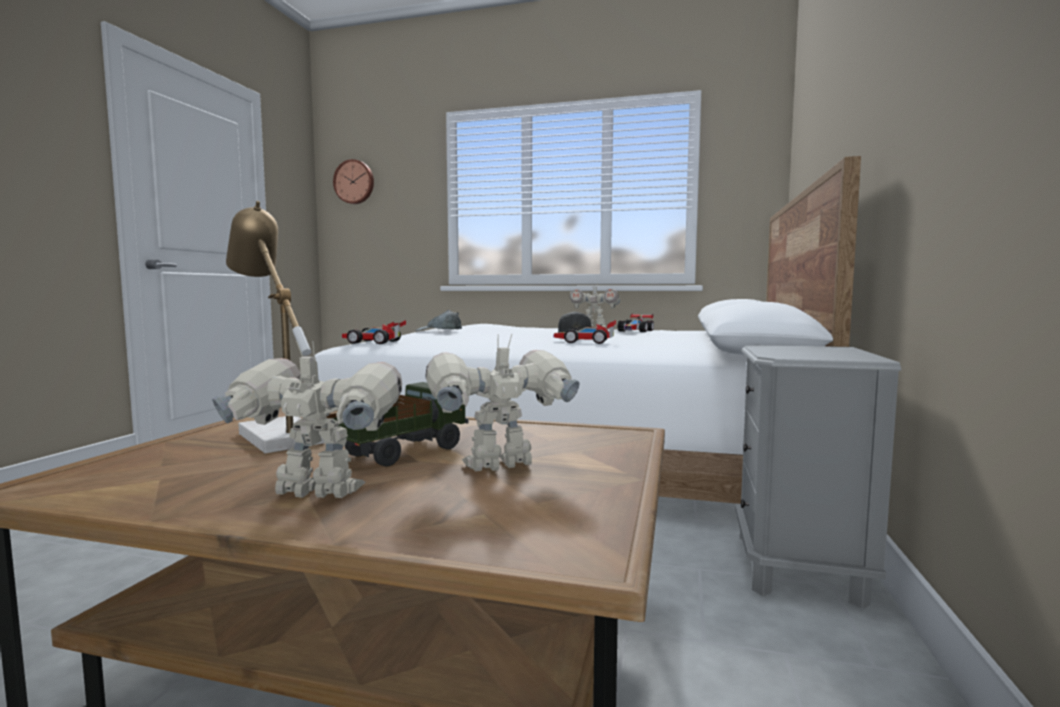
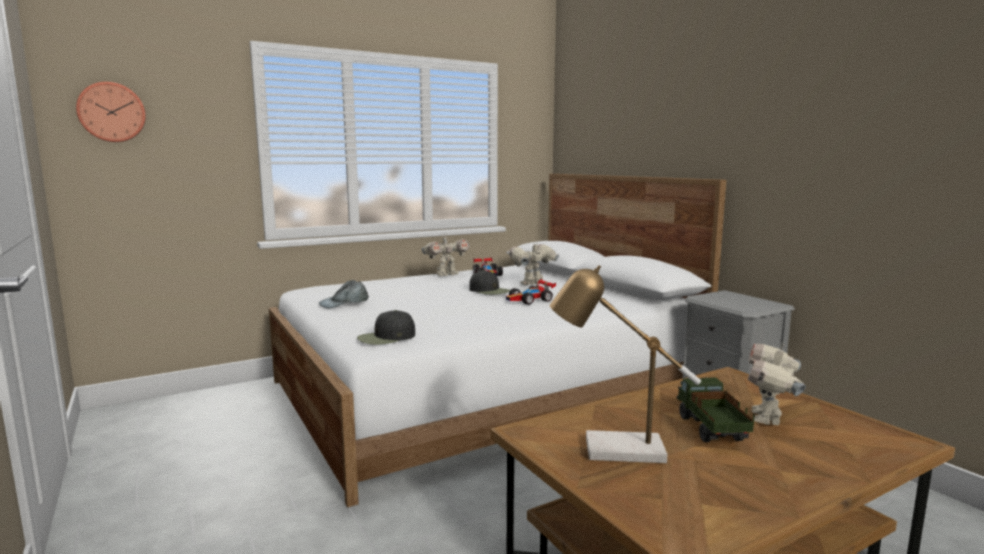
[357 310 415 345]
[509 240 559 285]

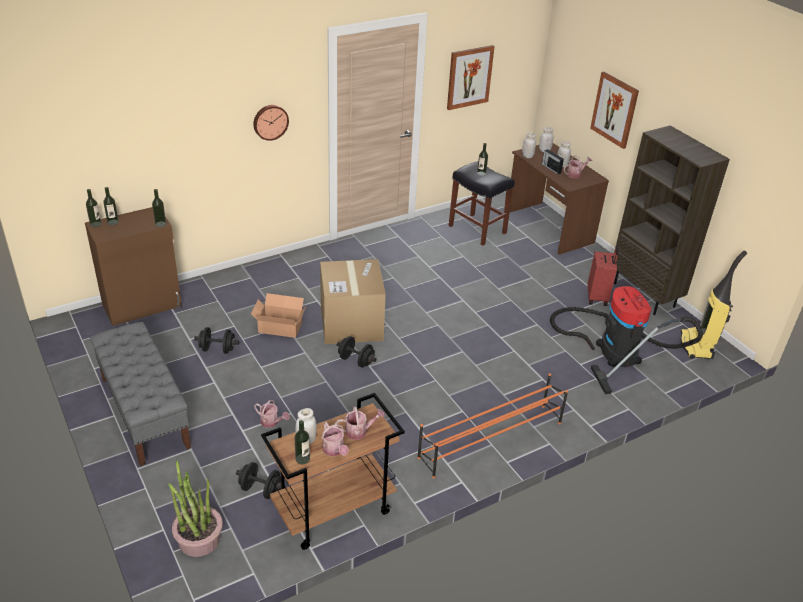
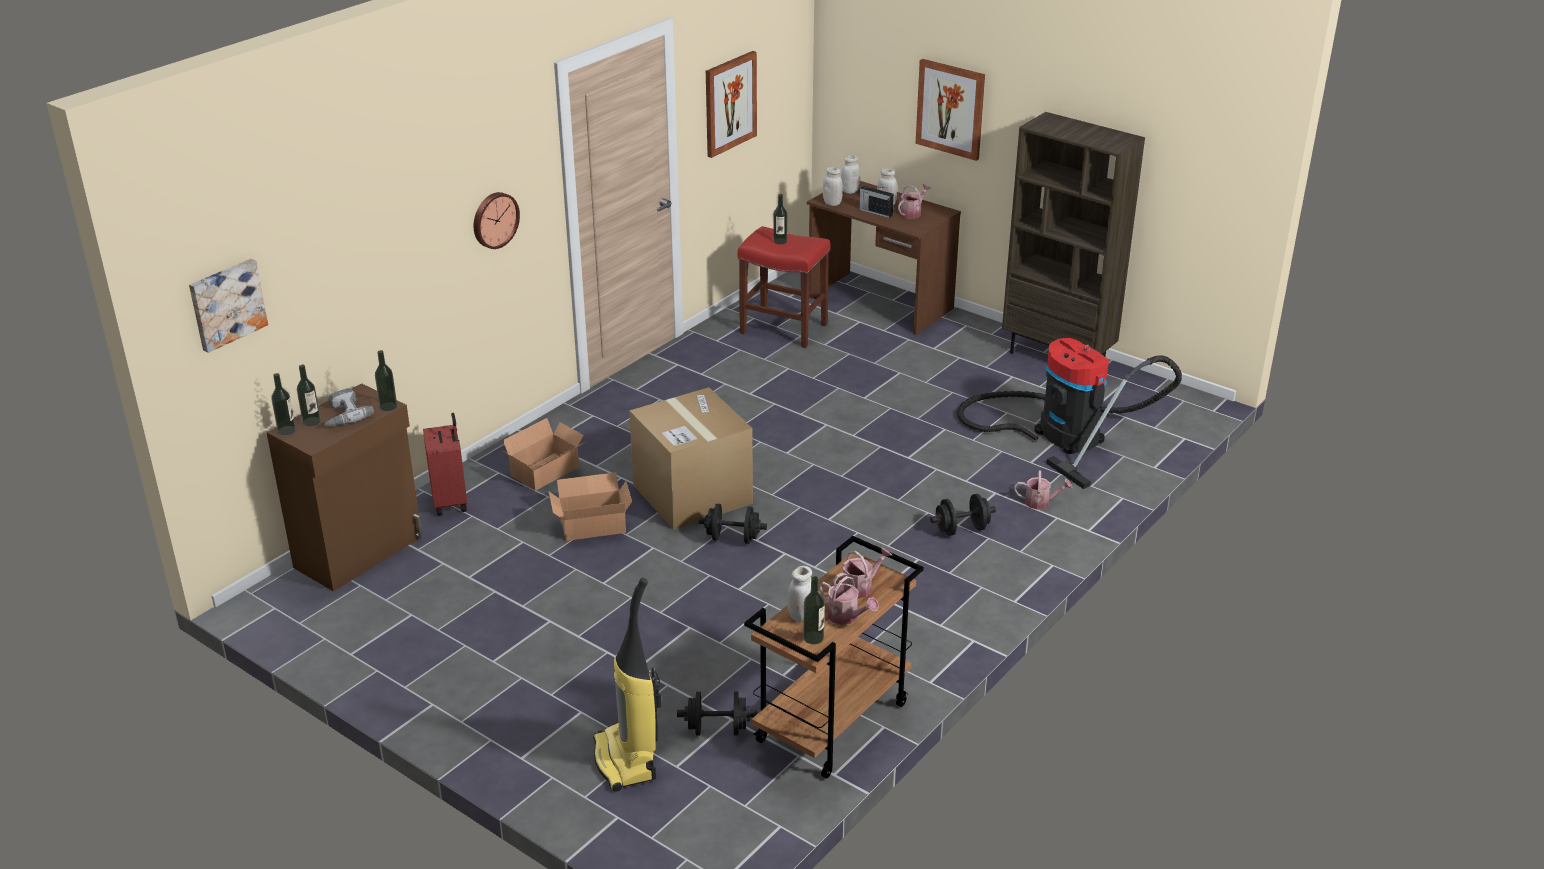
[189 259 268 353]
[325 388 374 426]
[423 413 467 516]
[503 418 585 490]
[593 578 662 791]
[738 226 830 348]
[930 494 996 536]
[1014 471 1072 509]
[90 322 191 466] (first image)
[168 461 223 557] (first image)
[417 373 568 479] (first image)

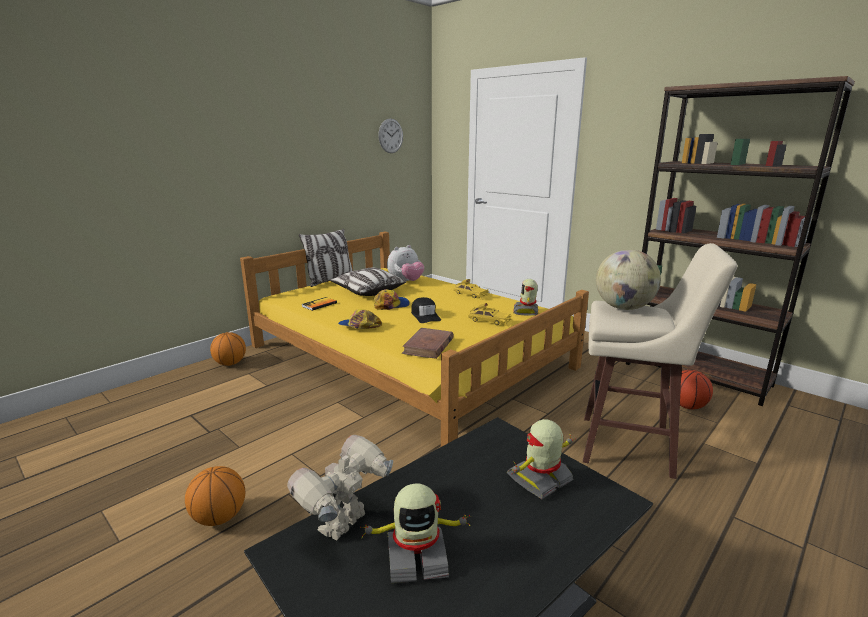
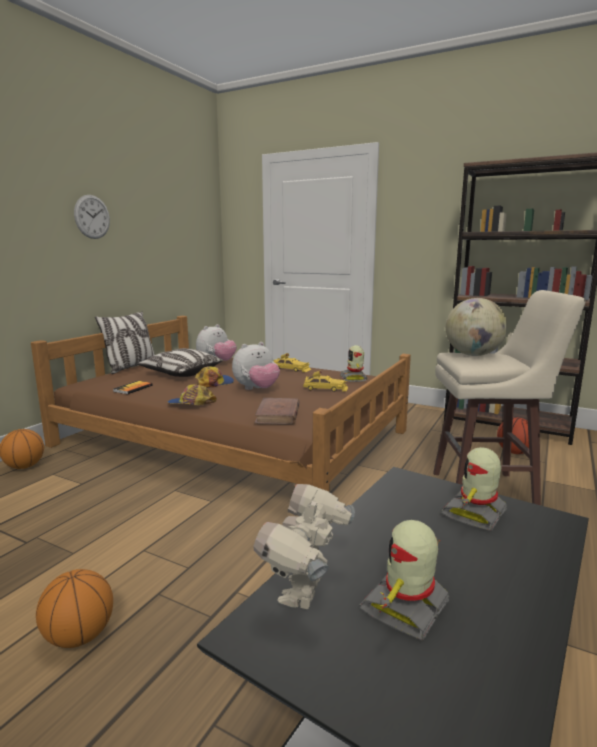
[31 316 411 492]
[74 195 110 239]
[232 342 280 390]
[359 520 449 641]

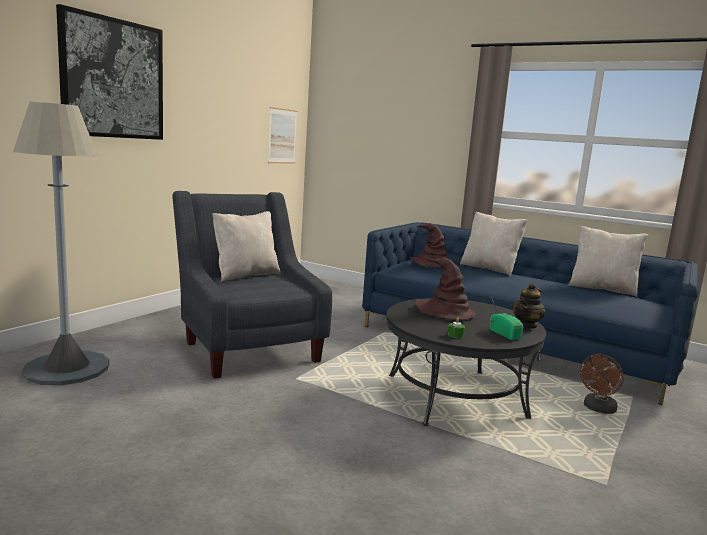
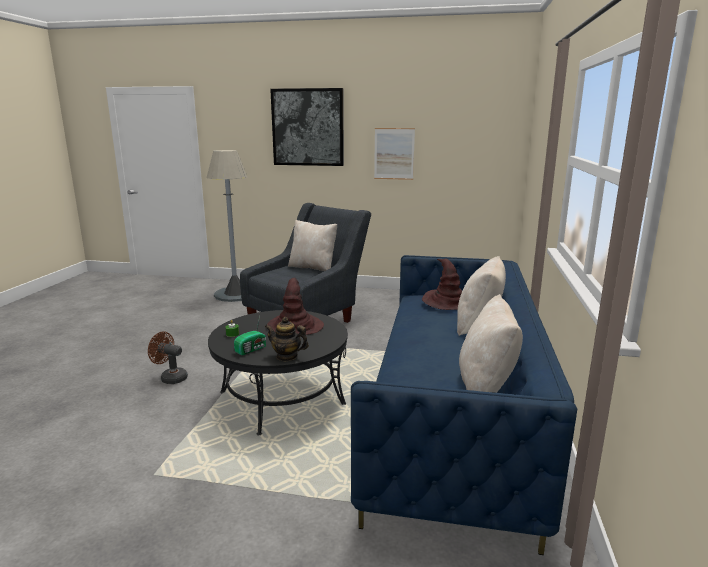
[148 331 188 384]
[374 128 415 180]

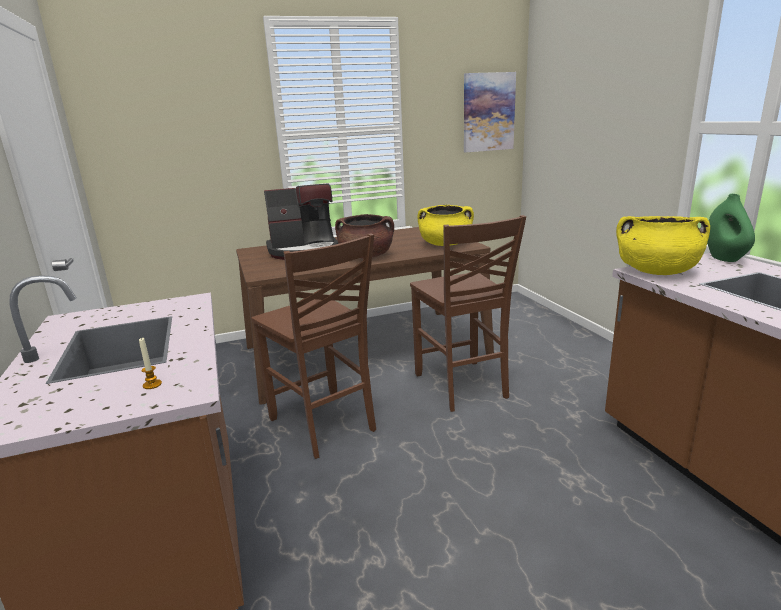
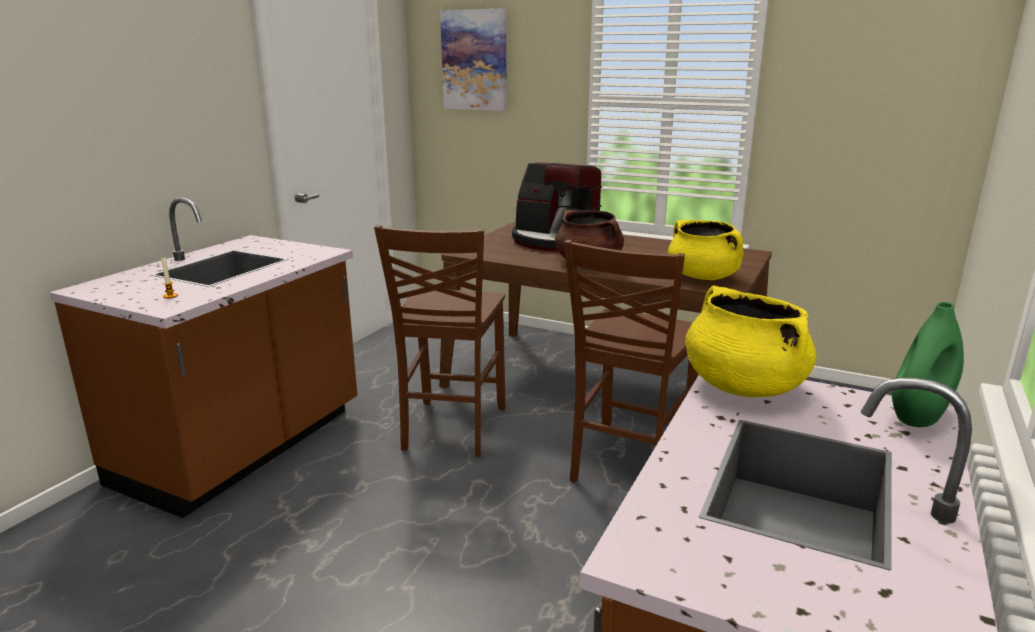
[440 9 507 111]

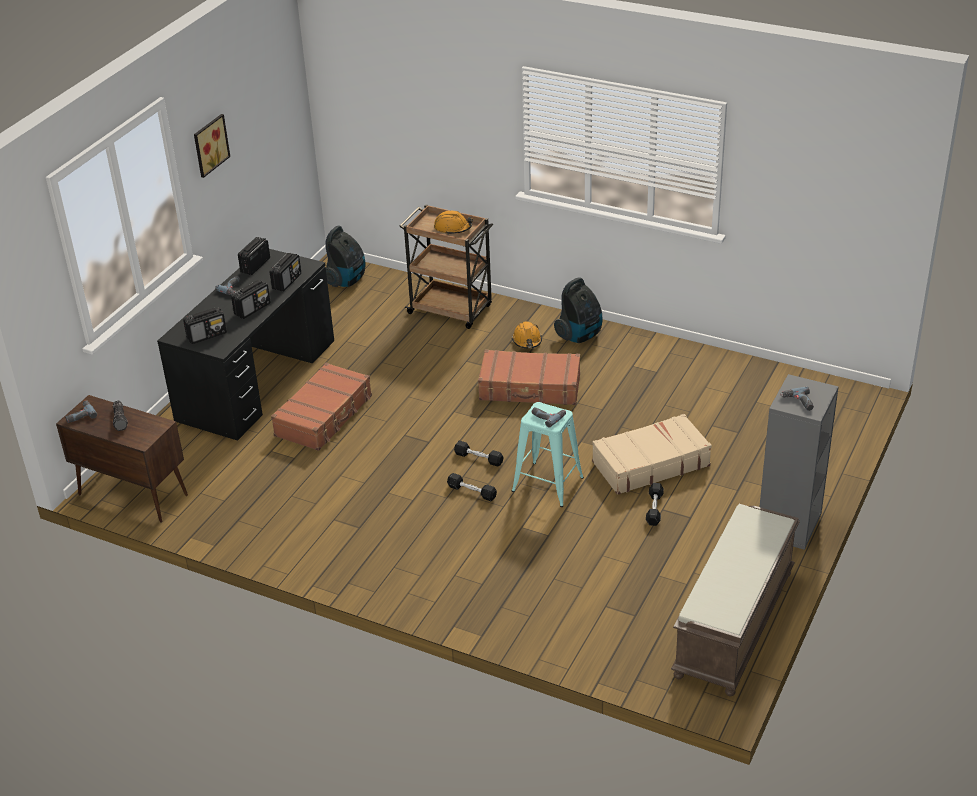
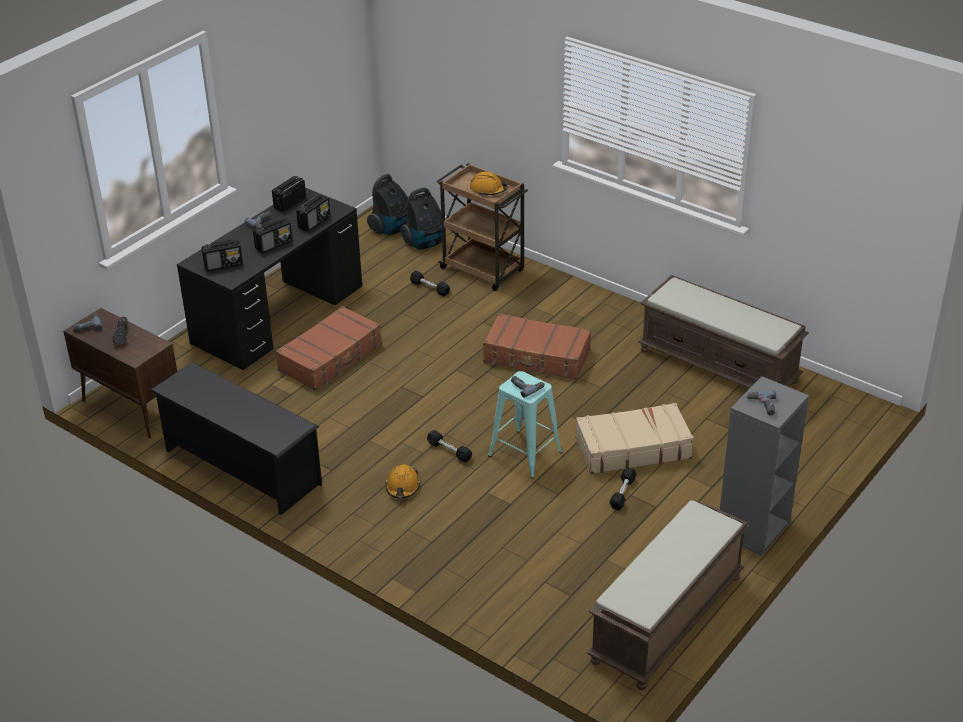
[150 362 322 515]
[385 464 420 498]
[401 188 442 249]
[410 270 450 296]
[638 275 809 389]
[194 114 230 178] (first image)

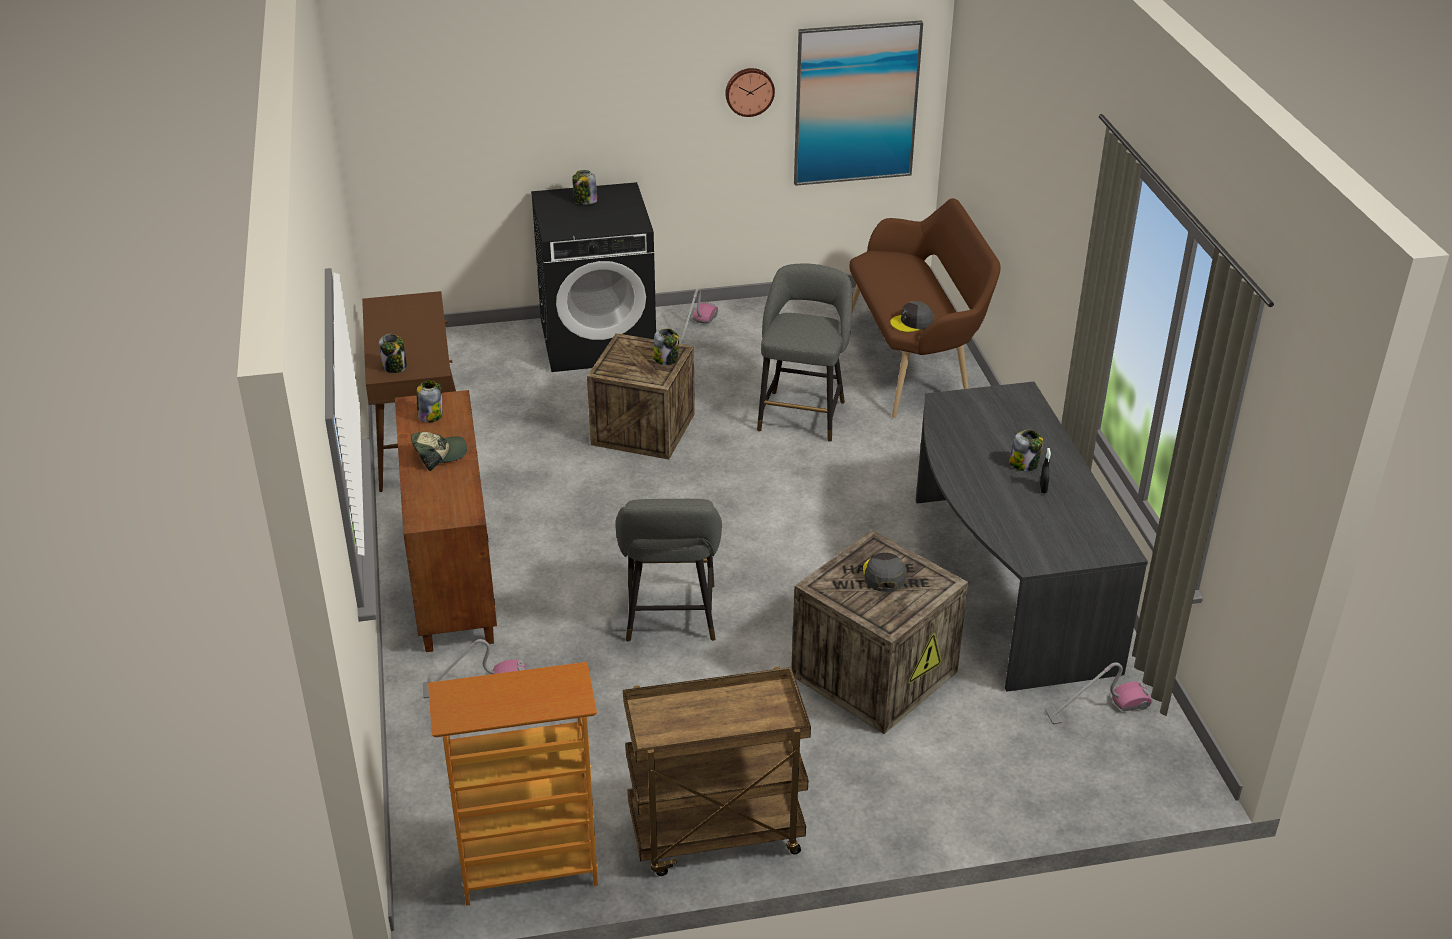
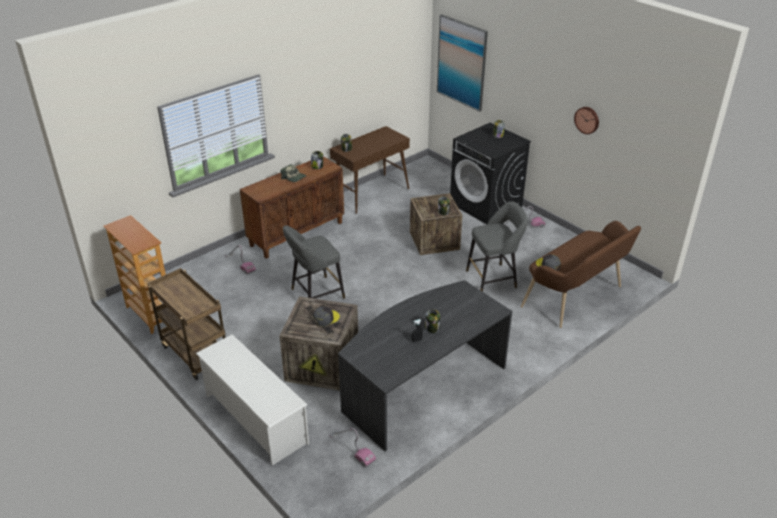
[195 334 309 466]
[437 14 488 112]

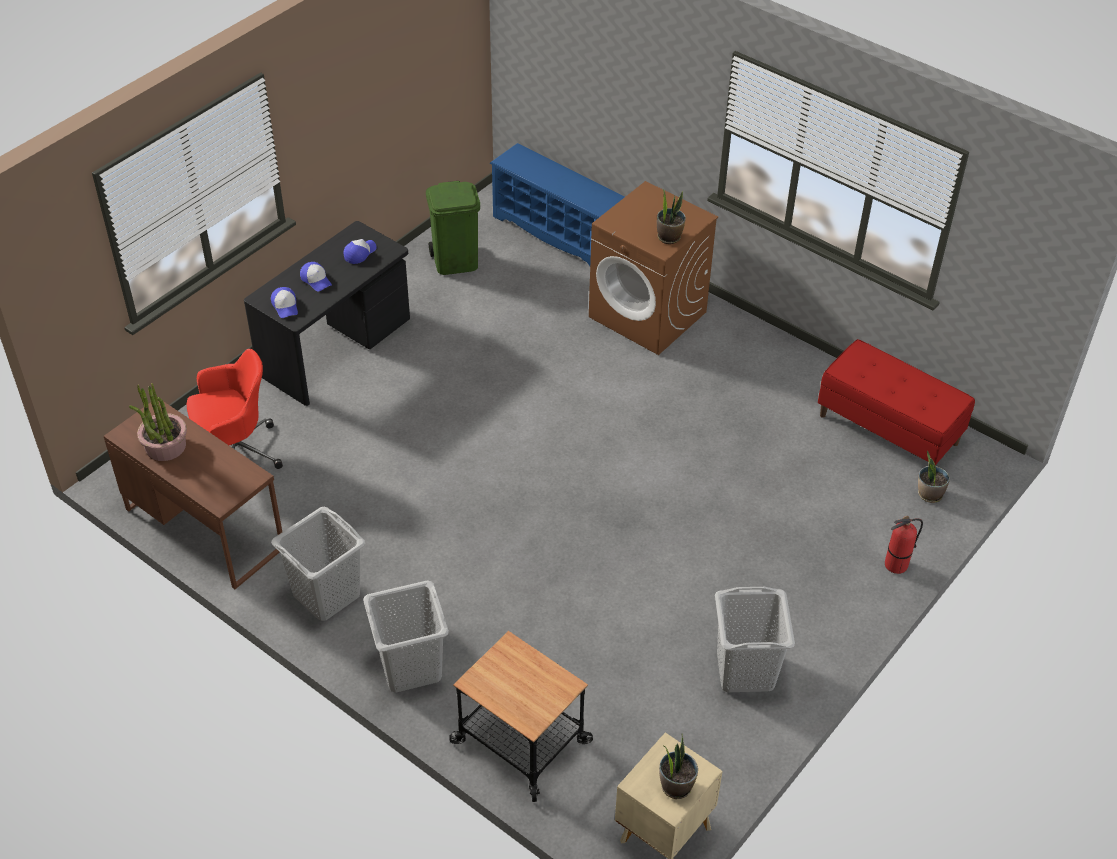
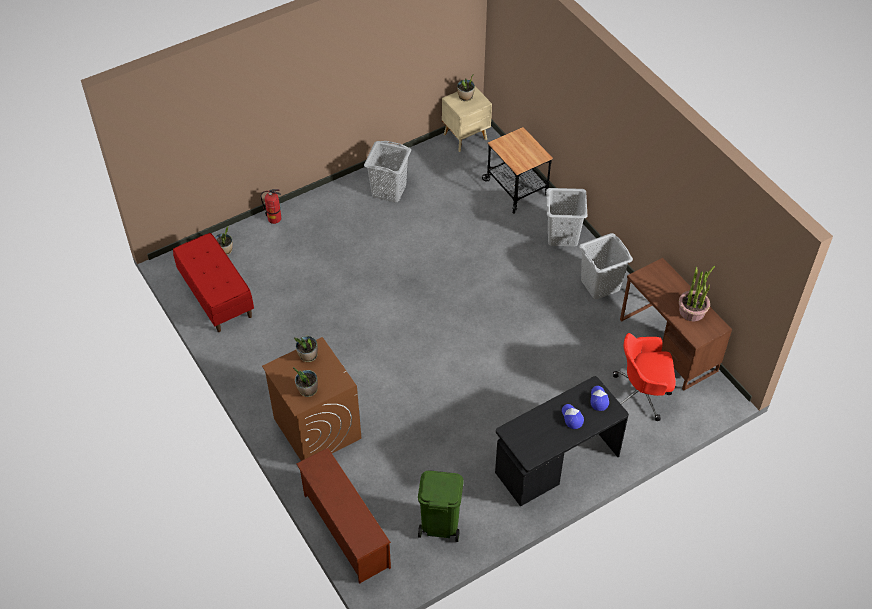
[293 367 318 397]
[296 448 391 584]
[344 239 377 264] (first image)

